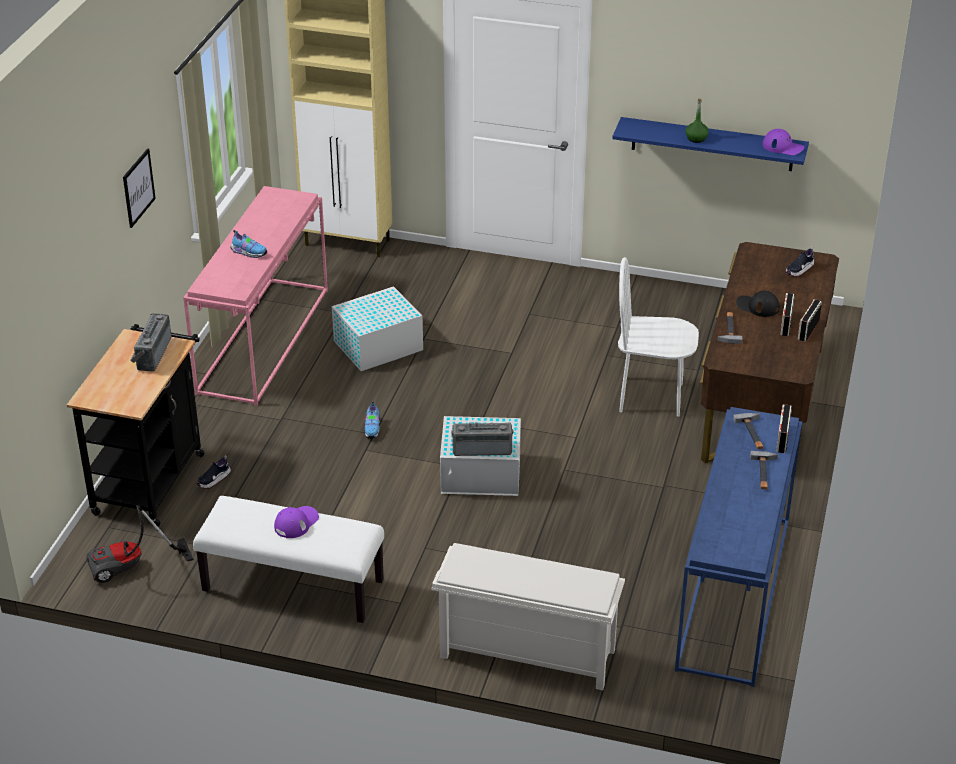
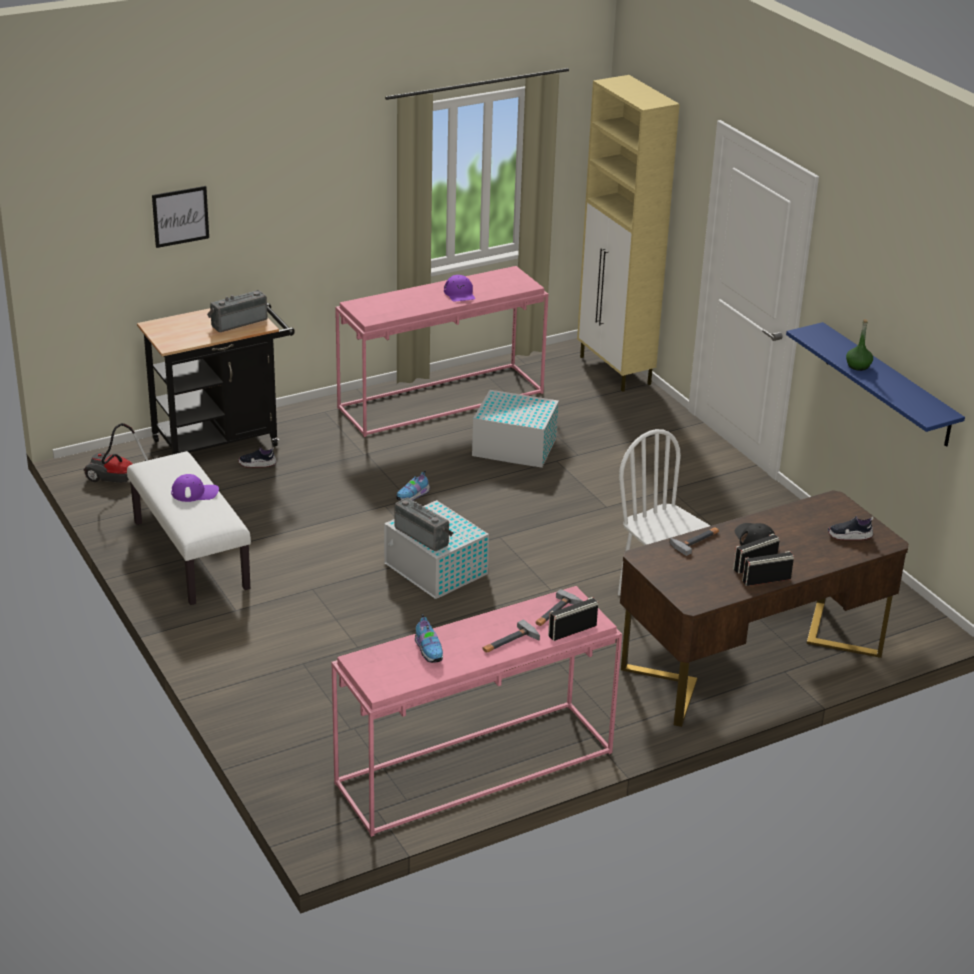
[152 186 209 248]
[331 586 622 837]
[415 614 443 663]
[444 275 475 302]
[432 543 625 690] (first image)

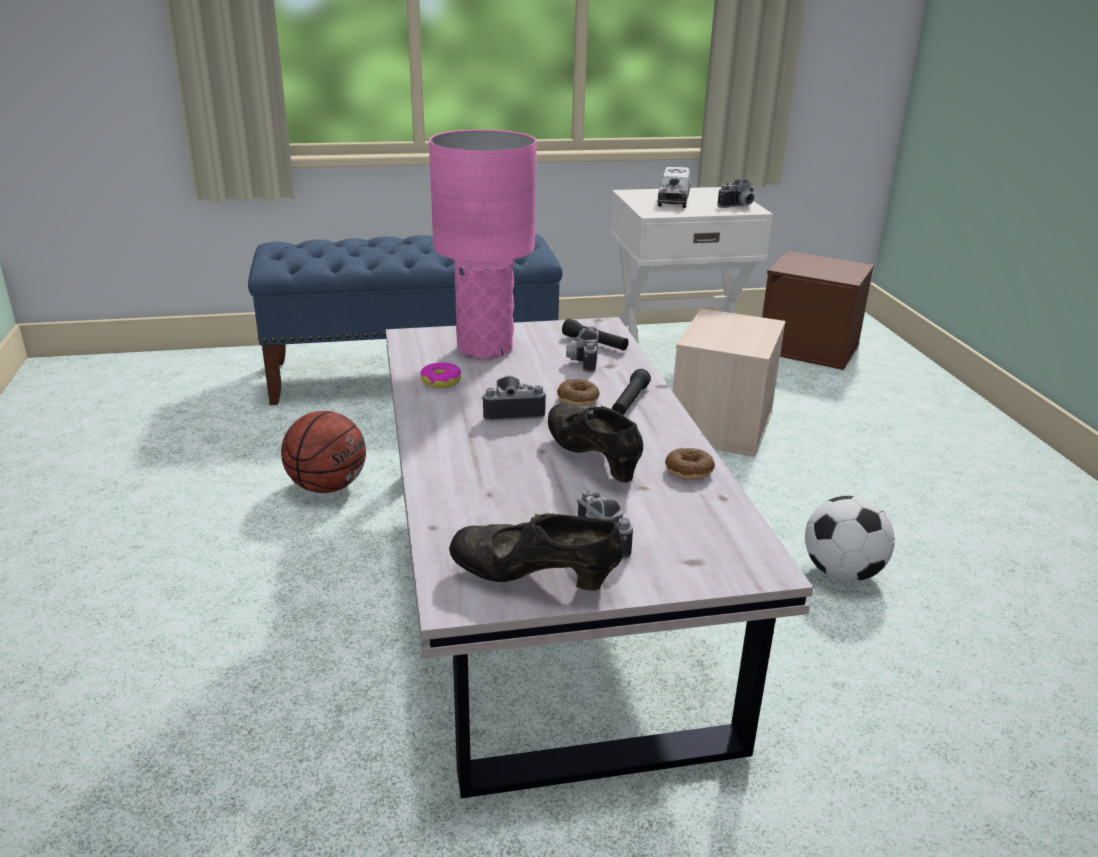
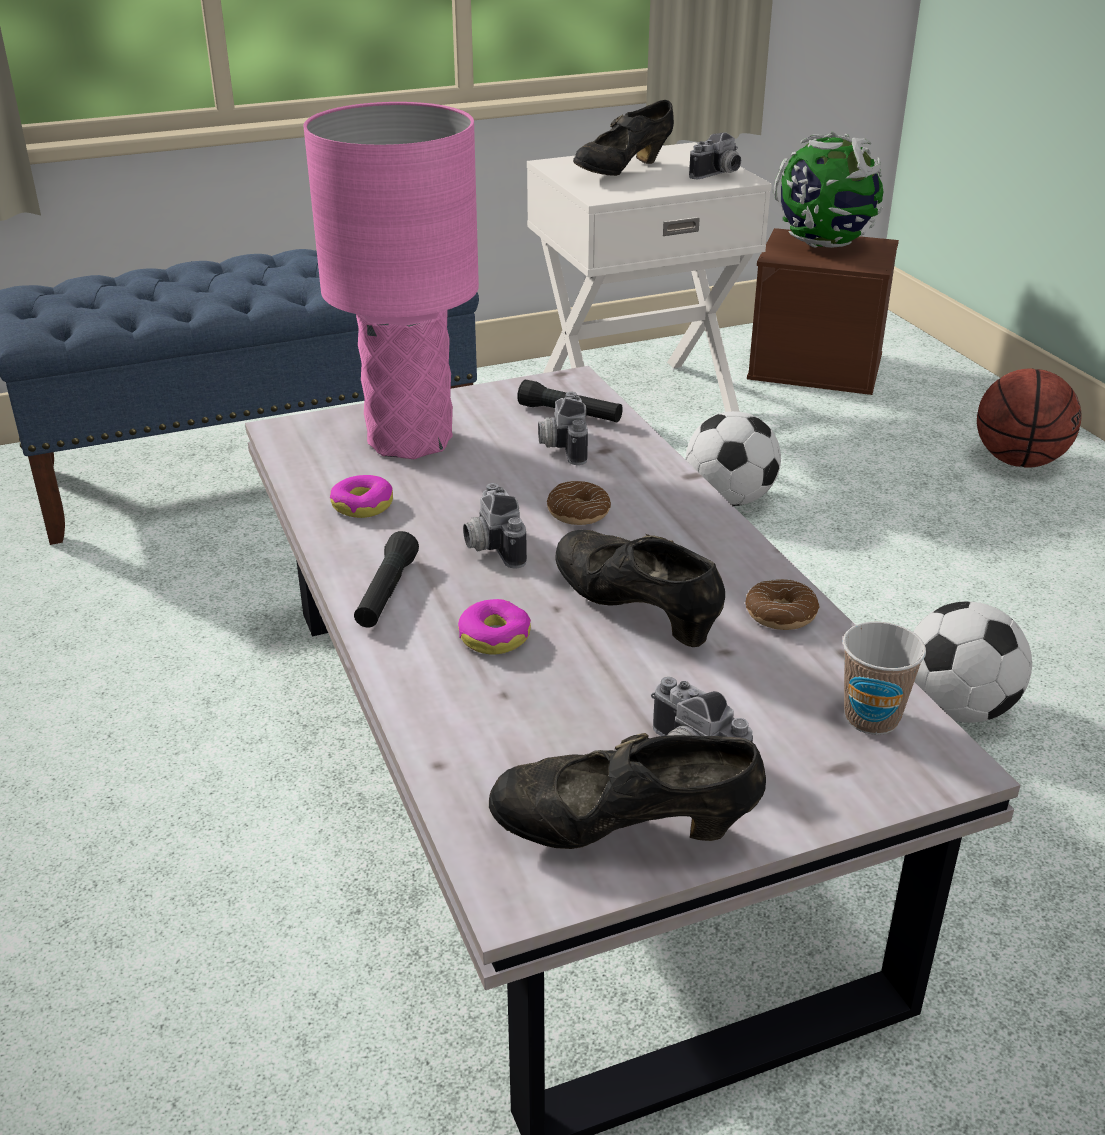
[354 531 419 627]
[458 599 531 655]
[463 483 527 569]
[573 100 674 176]
[686 411 781 506]
[774 132 883 248]
[843 622 926 735]
[977 369 1082 468]

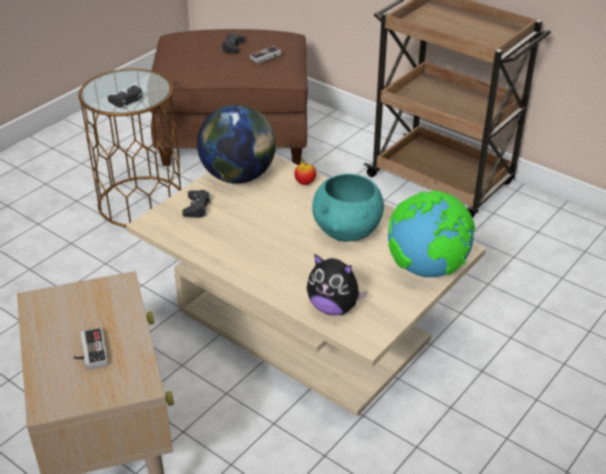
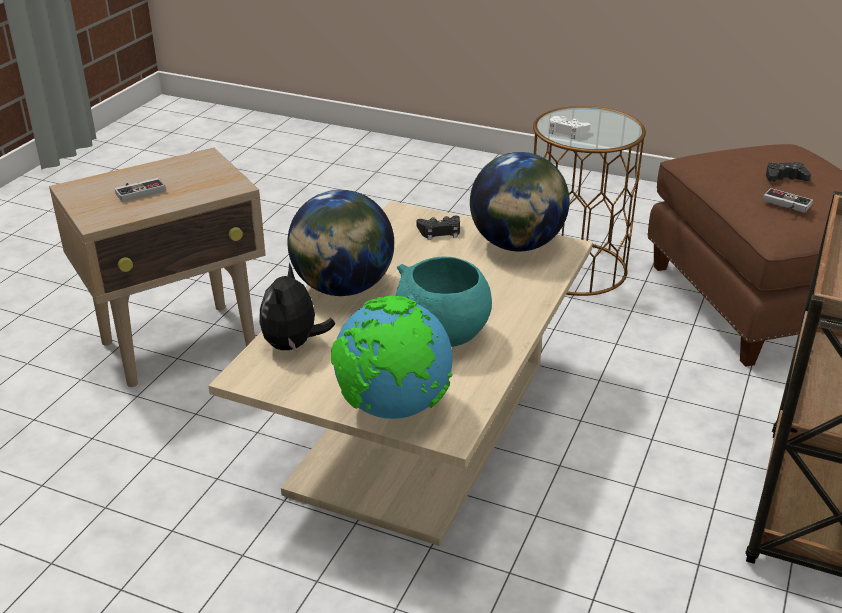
[287 190 394 296]
[549 116 590 139]
[294 159 316 185] (first image)

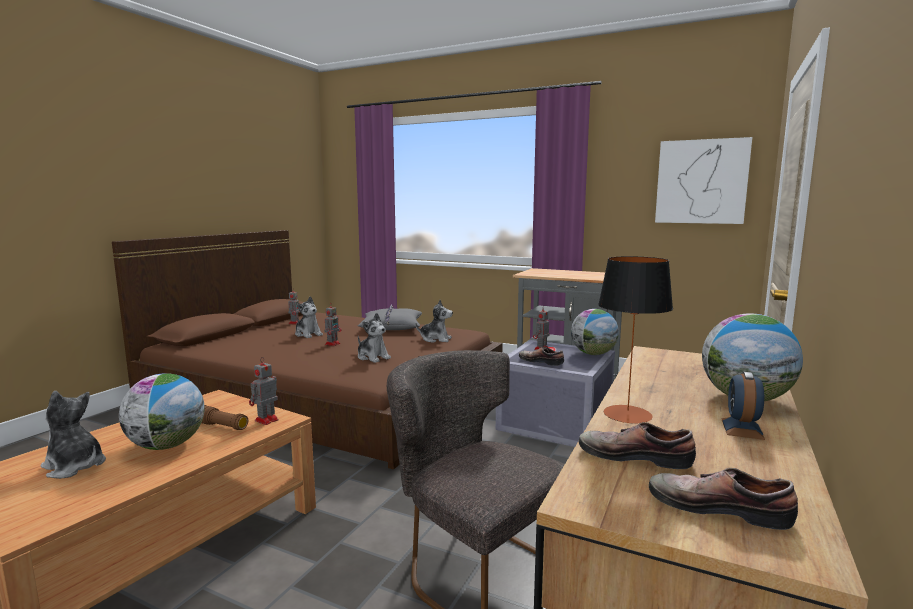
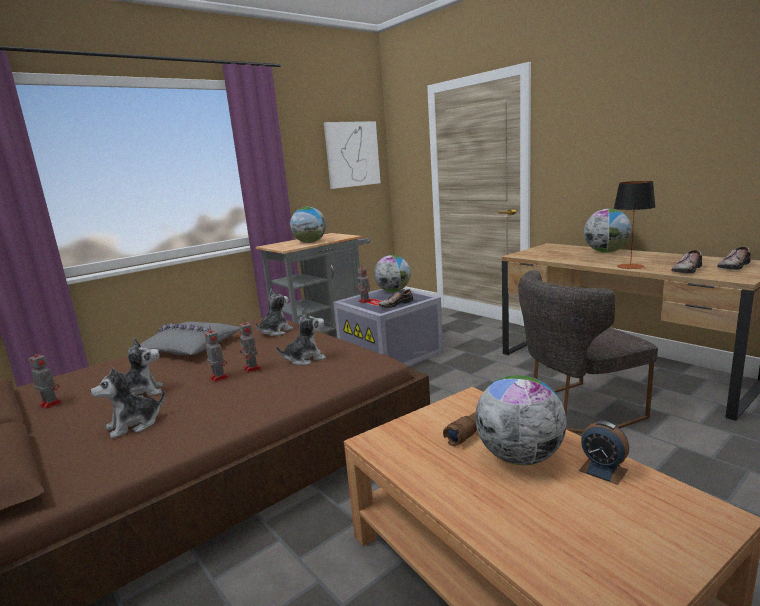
[90 368 165 439]
[239 319 261 373]
[290 207 326 243]
[579 421 629 485]

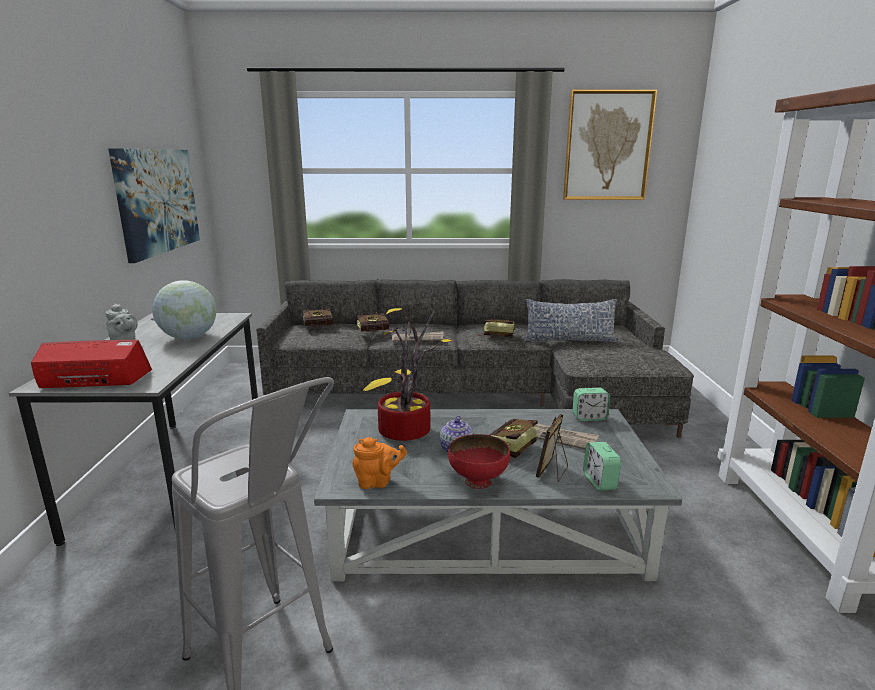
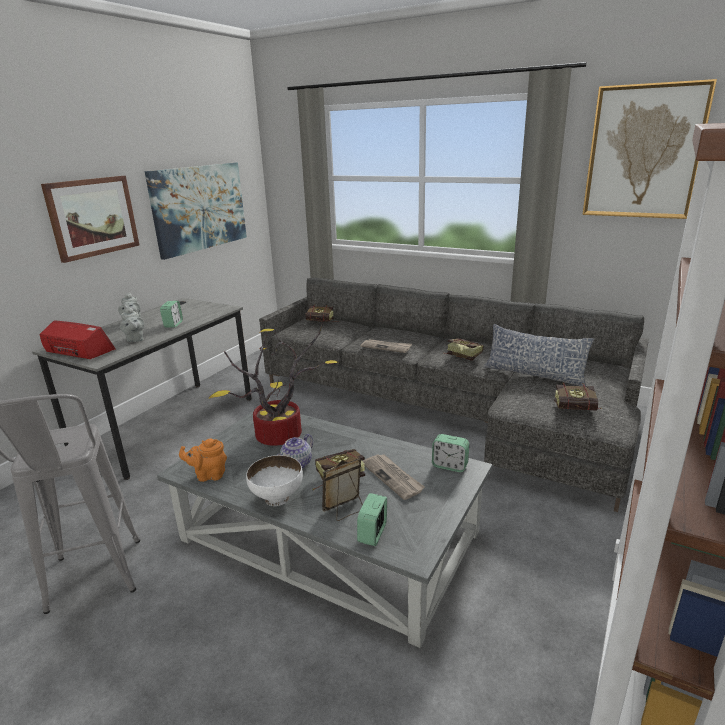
[41 176 140 263]
[120 307 144 342]
[160 301 183 328]
[179 439 227 482]
[246 455 303 506]
[554 383 602 411]

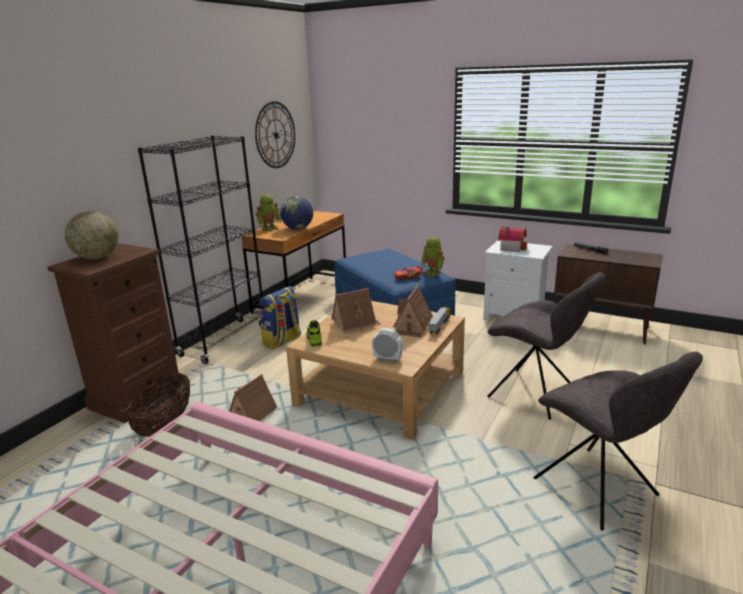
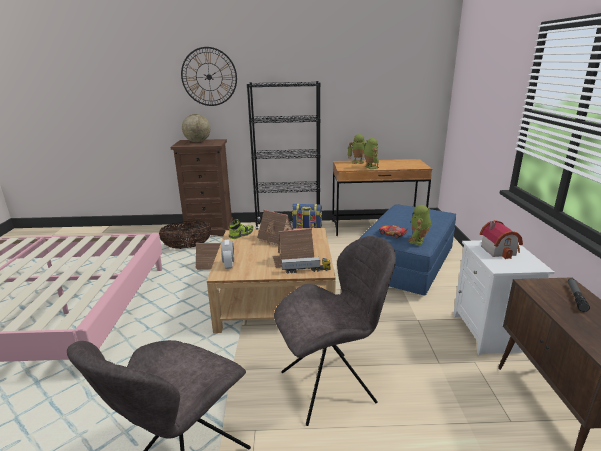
[181 47 237 106]
[274 236 396 426]
[363 138 379 169]

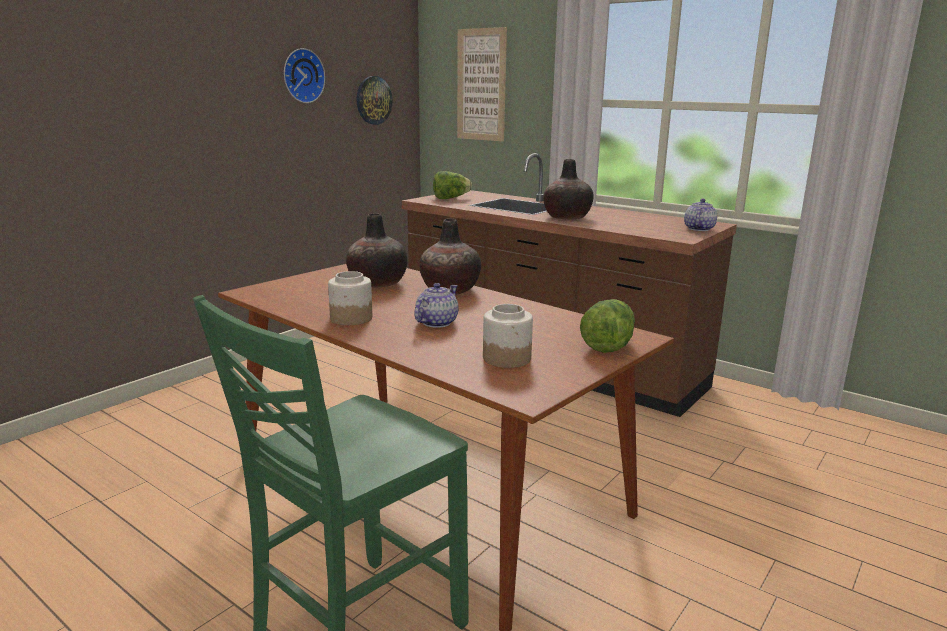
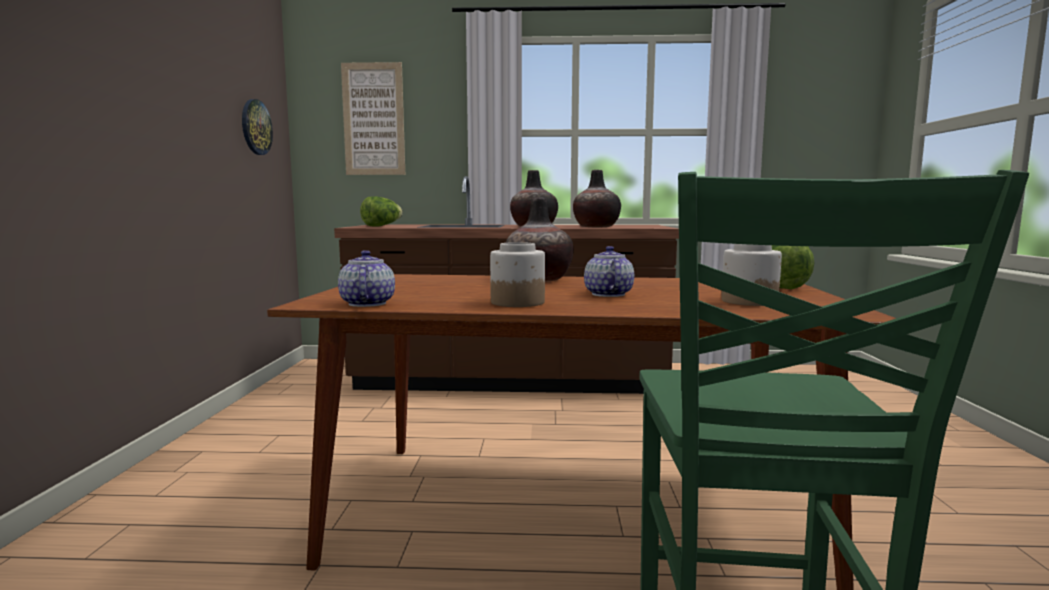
[338 250 395 307]
[573 170 621 227]
[284 48 326 103] (first image)

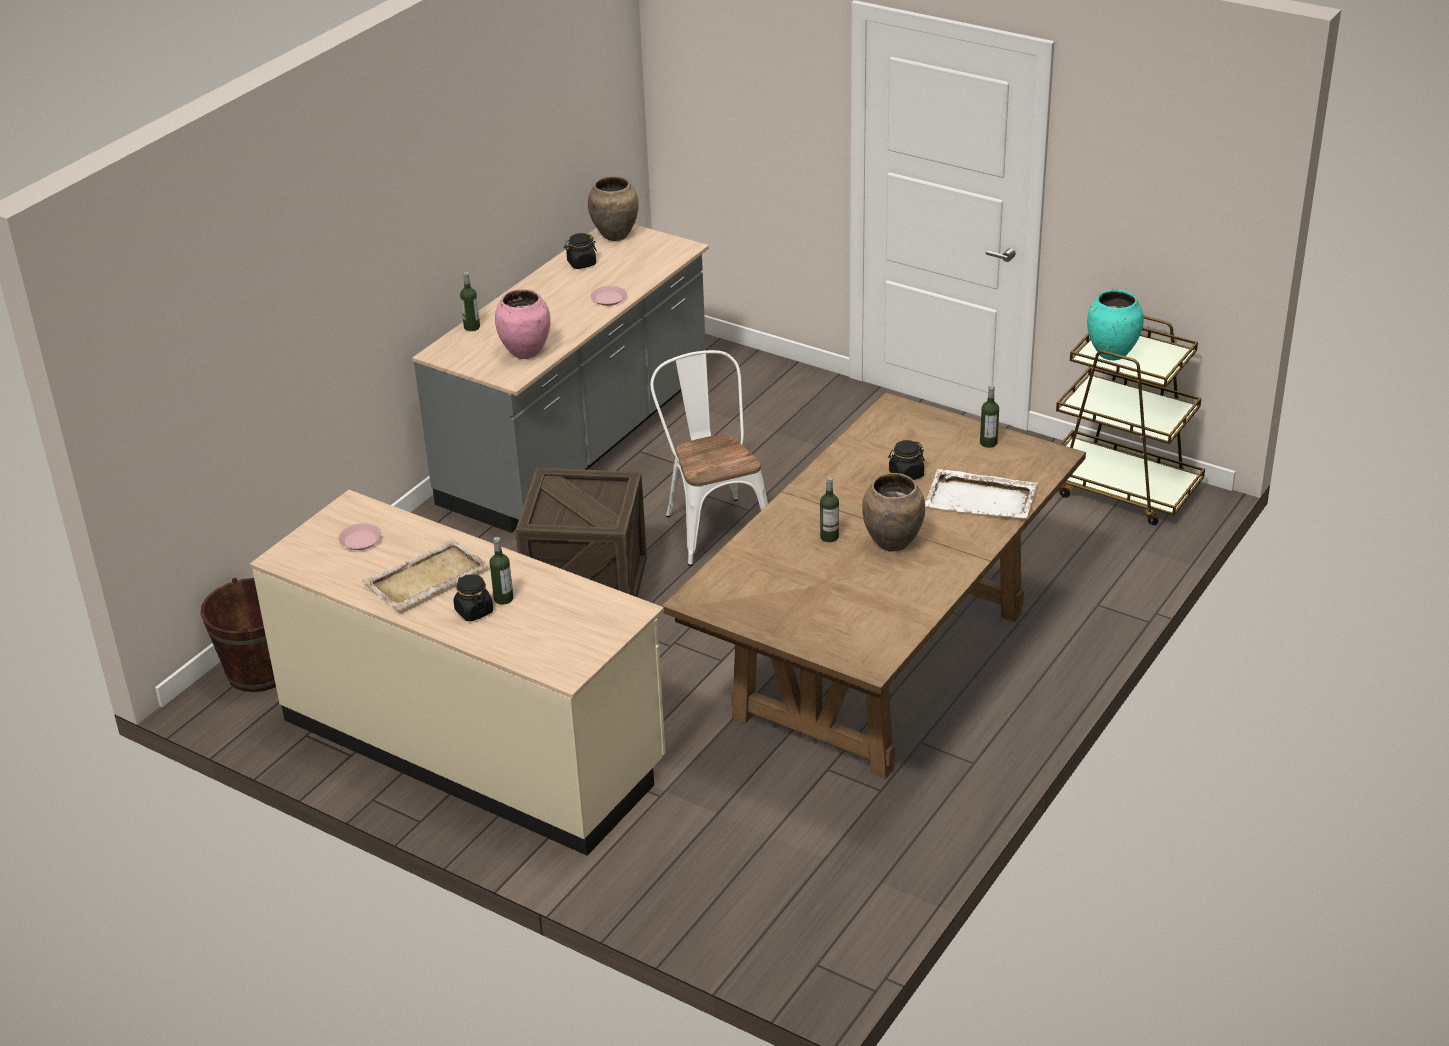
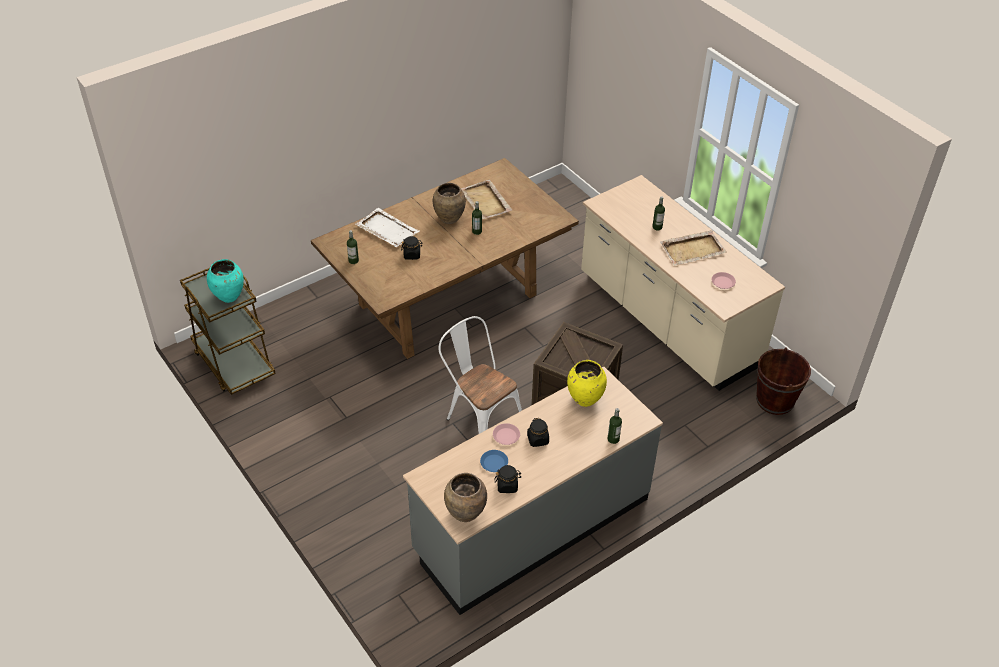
[439 316 522 434]
[461 180 512 219]
[480 450 508 472]
[527 418 549 447]
[567 360 607 407]

